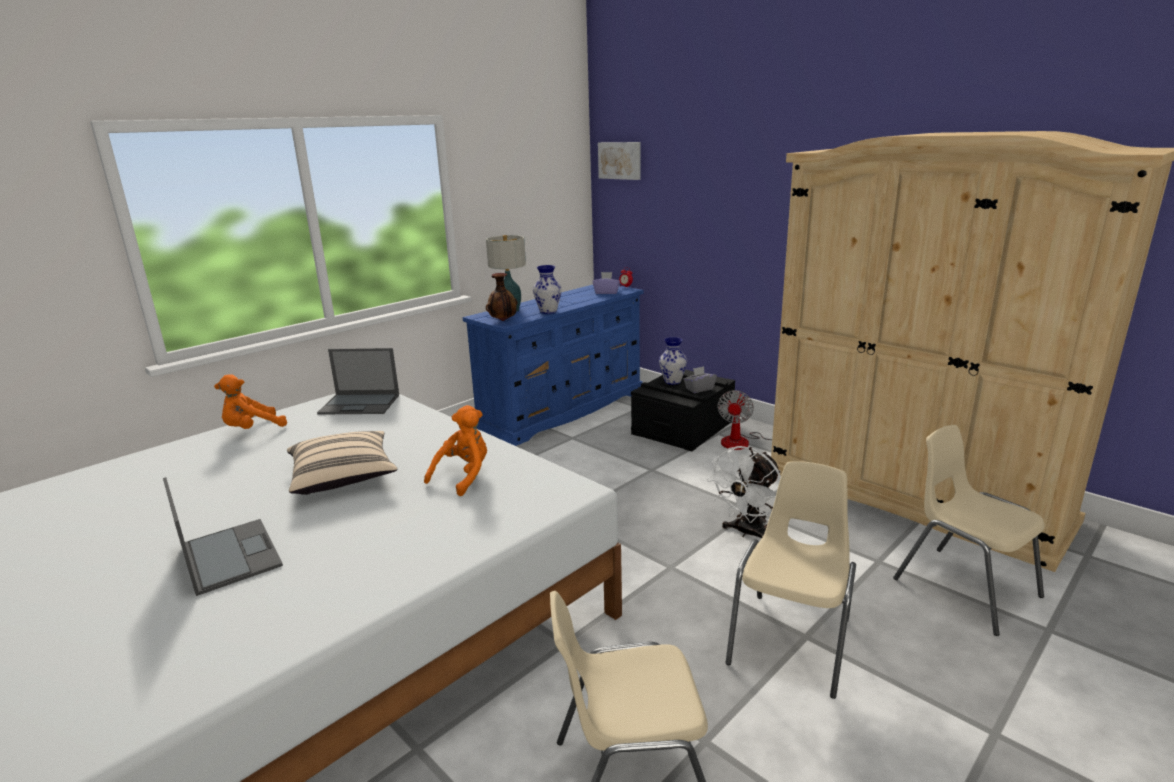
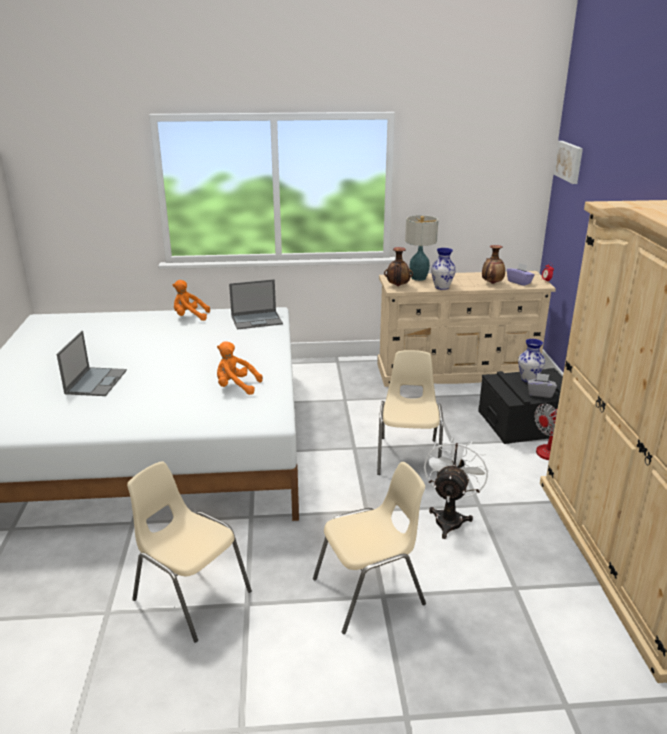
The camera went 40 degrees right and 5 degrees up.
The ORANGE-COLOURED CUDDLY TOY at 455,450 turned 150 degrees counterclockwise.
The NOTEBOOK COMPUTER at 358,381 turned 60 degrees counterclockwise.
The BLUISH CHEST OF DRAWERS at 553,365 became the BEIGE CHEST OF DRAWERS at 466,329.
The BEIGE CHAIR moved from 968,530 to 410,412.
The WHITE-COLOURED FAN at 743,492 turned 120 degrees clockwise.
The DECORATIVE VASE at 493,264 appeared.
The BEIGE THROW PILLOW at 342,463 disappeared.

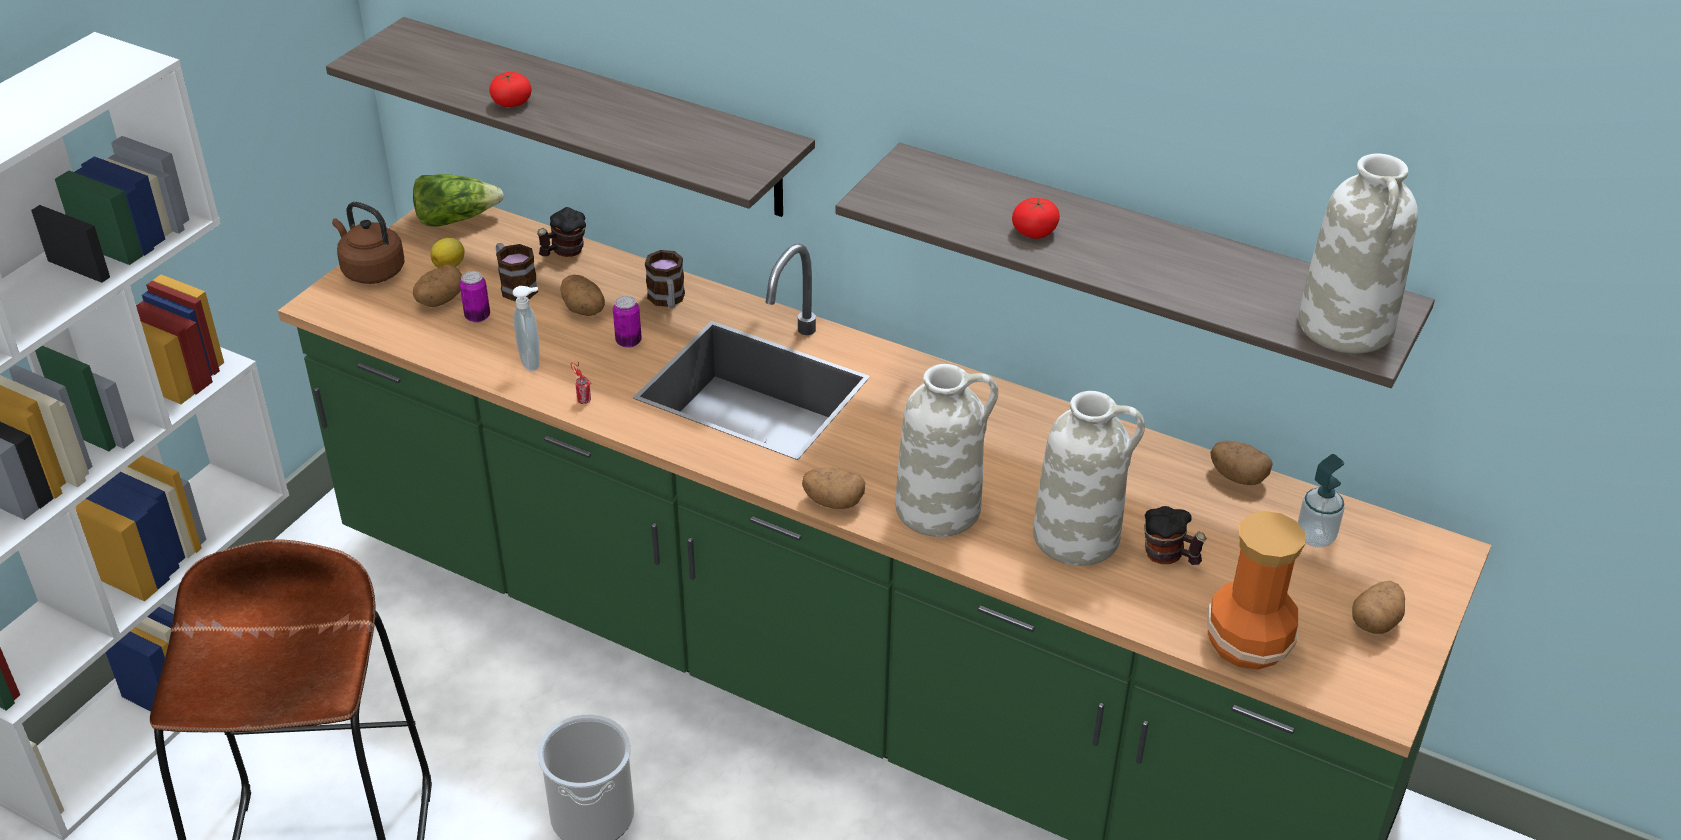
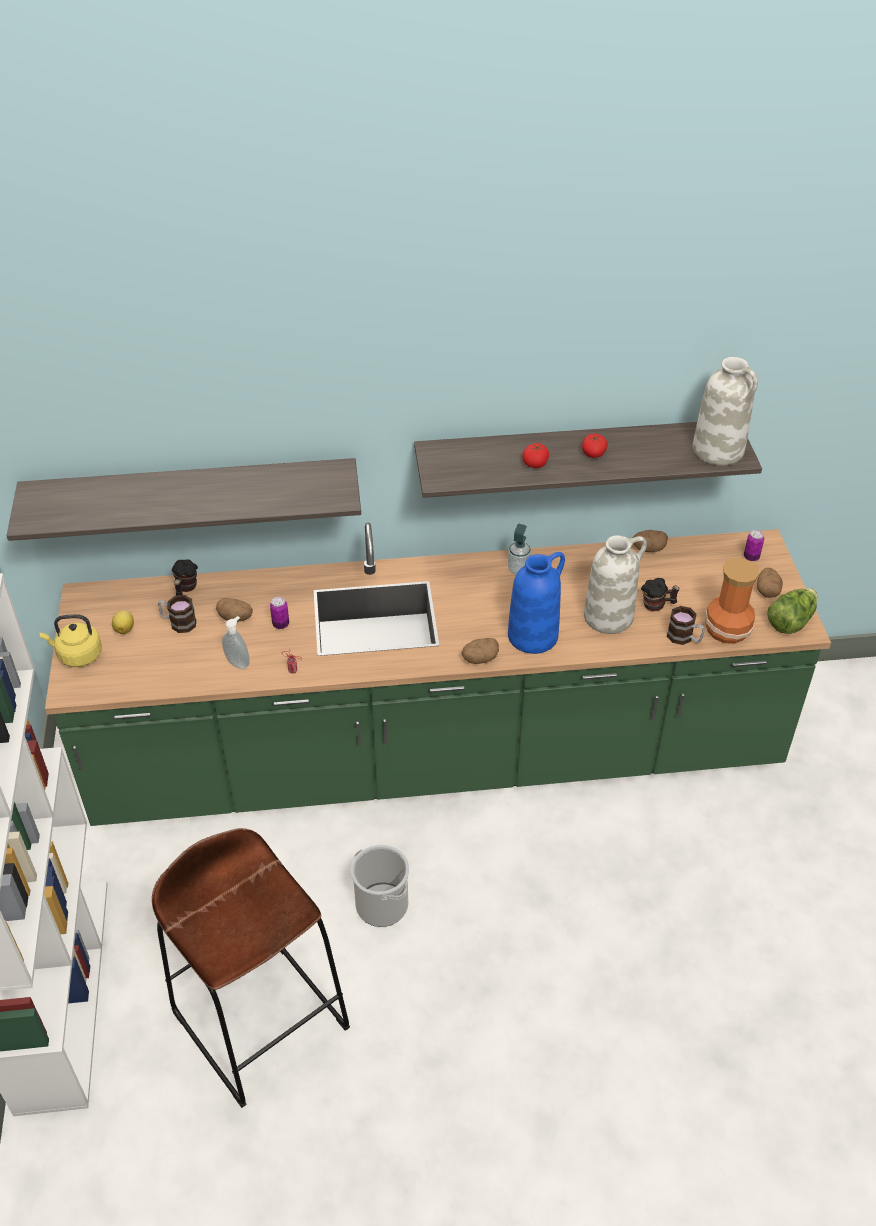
The camera went 35 degrees left and 5 degrees up.
The BROWNISH TEA KETTLE at 368,243 became the YELLOWISH TEA KETTLE at 71,640.
The LIQUID SOAP BOTTLE moved from 1321,500 to 519,549.
The WHITE-COLOURED DECORATIVE VASE at 946,450 became the BLUISH DECORATIVE VASE at 536,603.
The FRESH TOMATO moved from 510,89 to 595,446.
The MUG moved from 665,279 to 686,625.
The METAL CAN moved from 475,297 to 754,545.
The LETTUCE HEAD moved from 458,200 to 792,611.
The WHOLE POTATO at 437,286 disappeared.

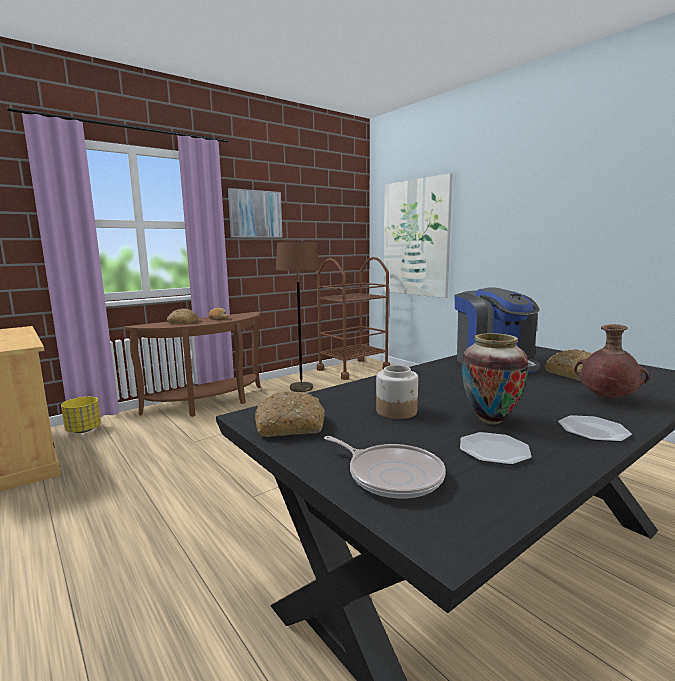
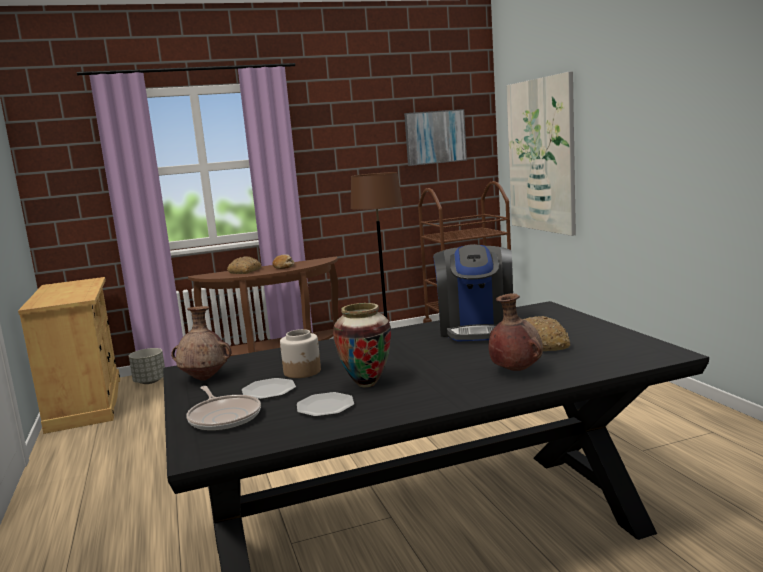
The camera went 20 degrees right and 0 degrees up.
The YELLOWISH PLANTER at 81,415 became the GRAY PLANTER at 147,366.
The BAKERY BREAD at 290,414 was replaced by the BROWNISH DECORATIVE VASE at 201,343.
The DINNER PLATE moved from 595,428 to 269,388.
The WALL PICTURE moved from 255,213 to 435,137.

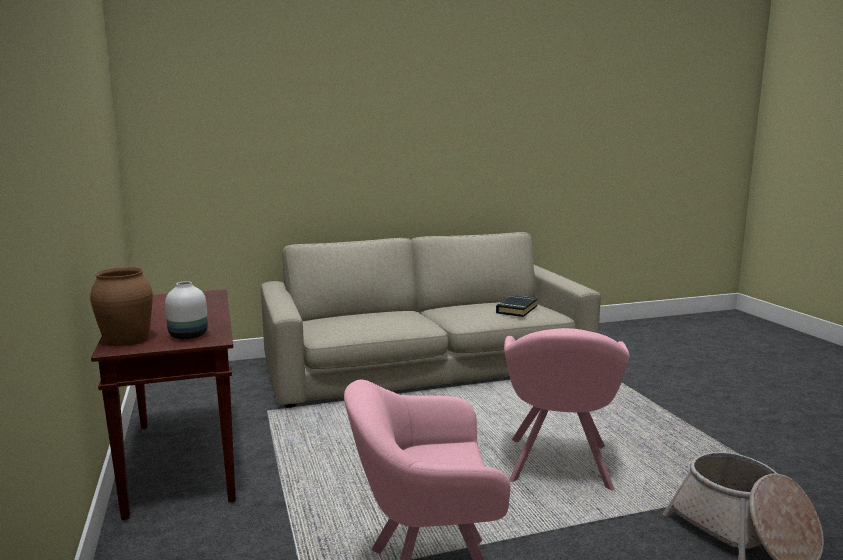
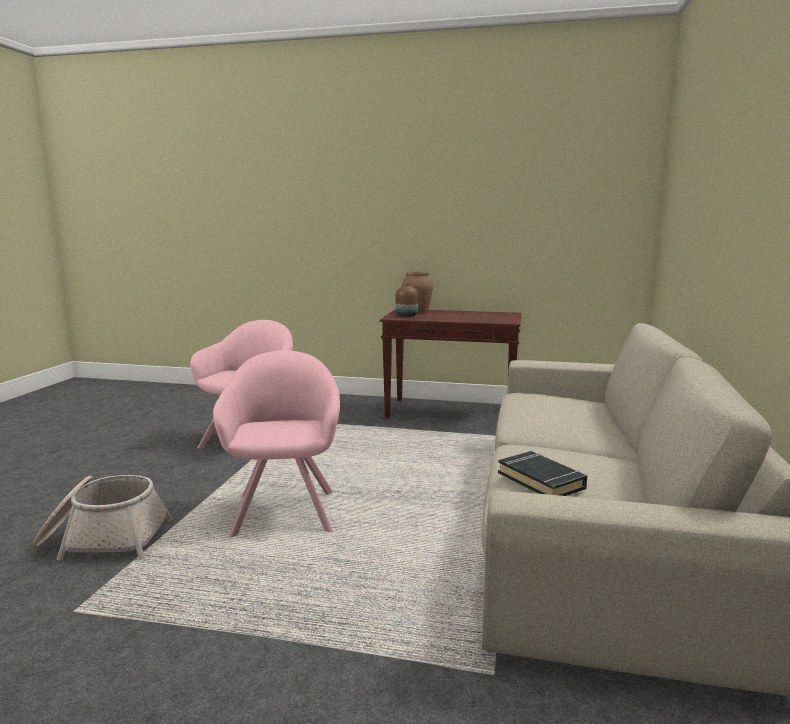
The camera went 120 degrees right and 0 degrees up.
The PINK EASY CHAIR at 567,409 turned 45 degrees clockwise.
The WHITE-COLOURED DECORATIVE VASE at 186,310 became the BROWNISH DECORATIVE VASE at 407,300.

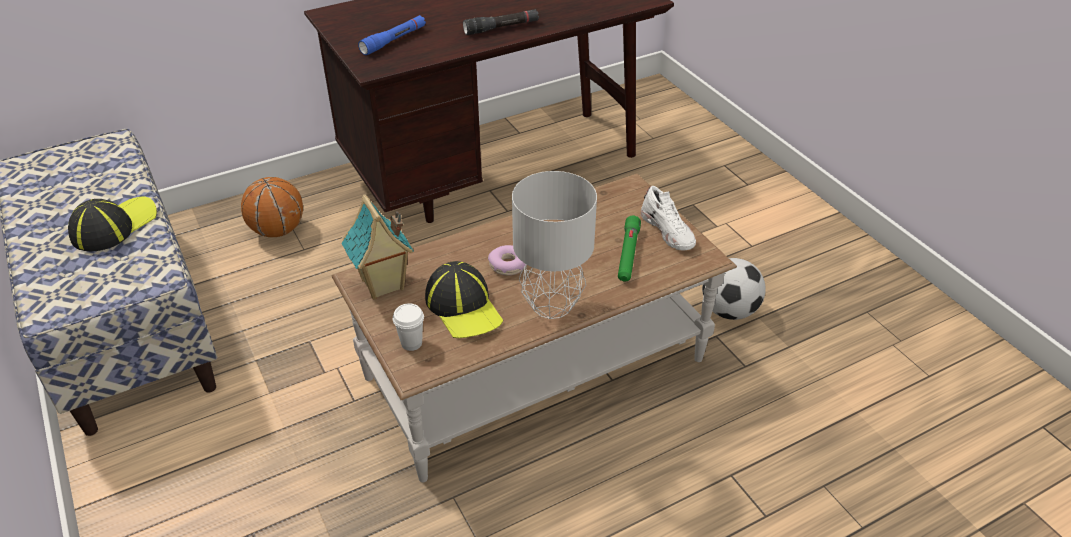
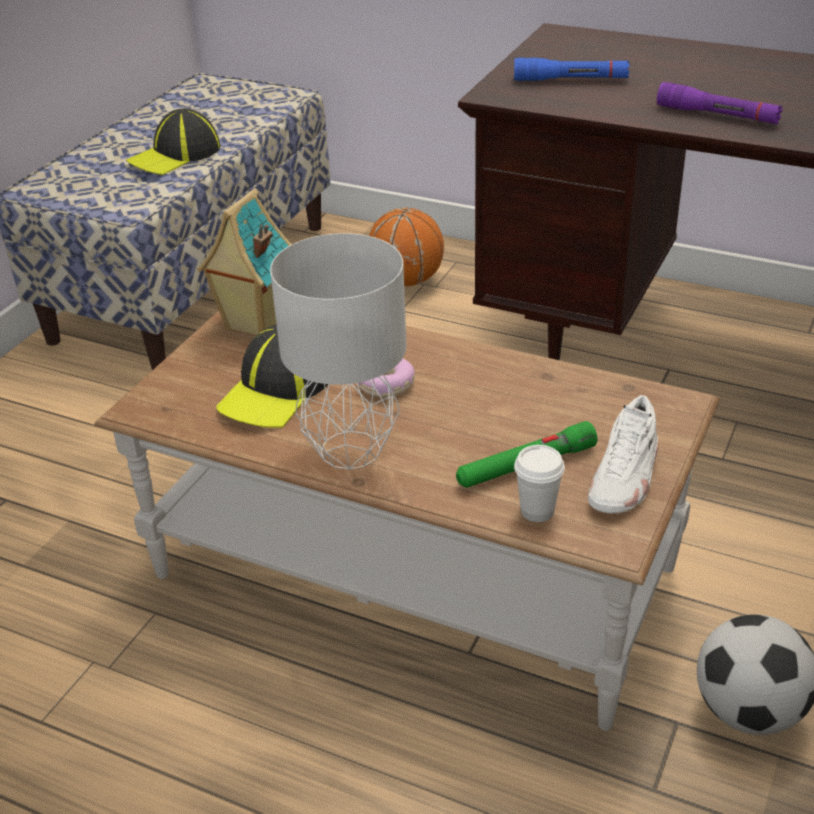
The camera went 55 degrees right and 5 degrees down.
The BASEBALL CAP at 112,223 turned 135 degrees clockwise.
The WHITE-COLOURED DRINKING CUP moved from 408,327 to 539,483.
The BLACKISH HAND TORCH at 501,22 became the PURPLE HAND TORCH at 720,103.

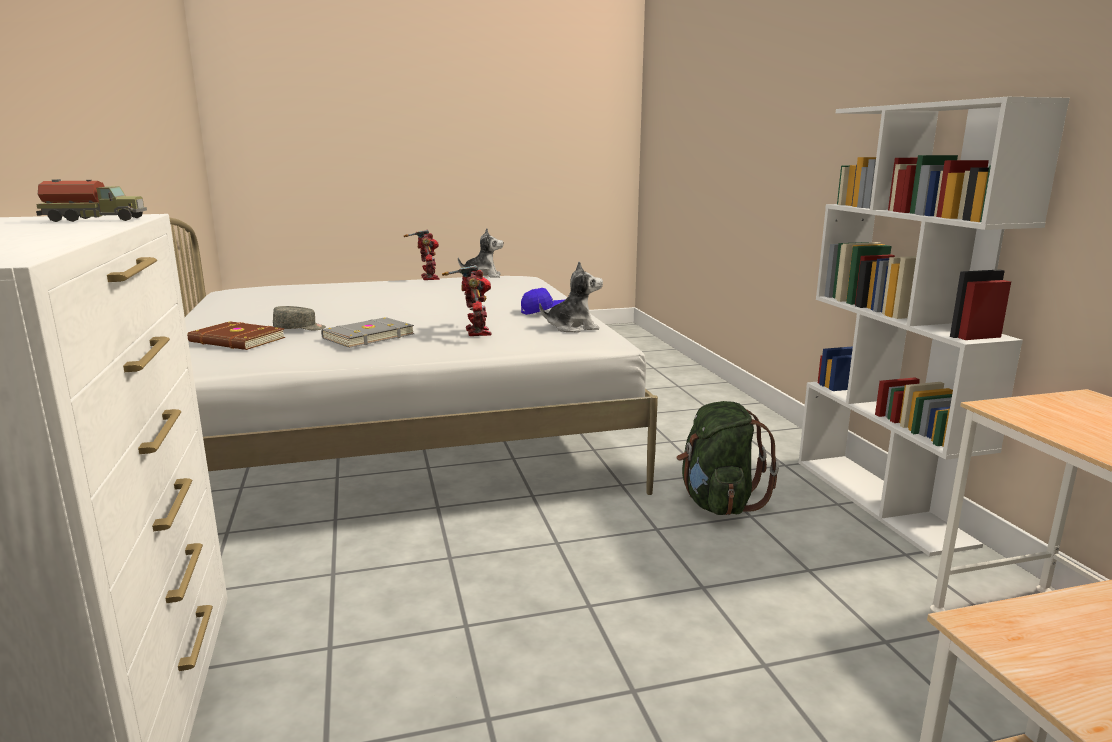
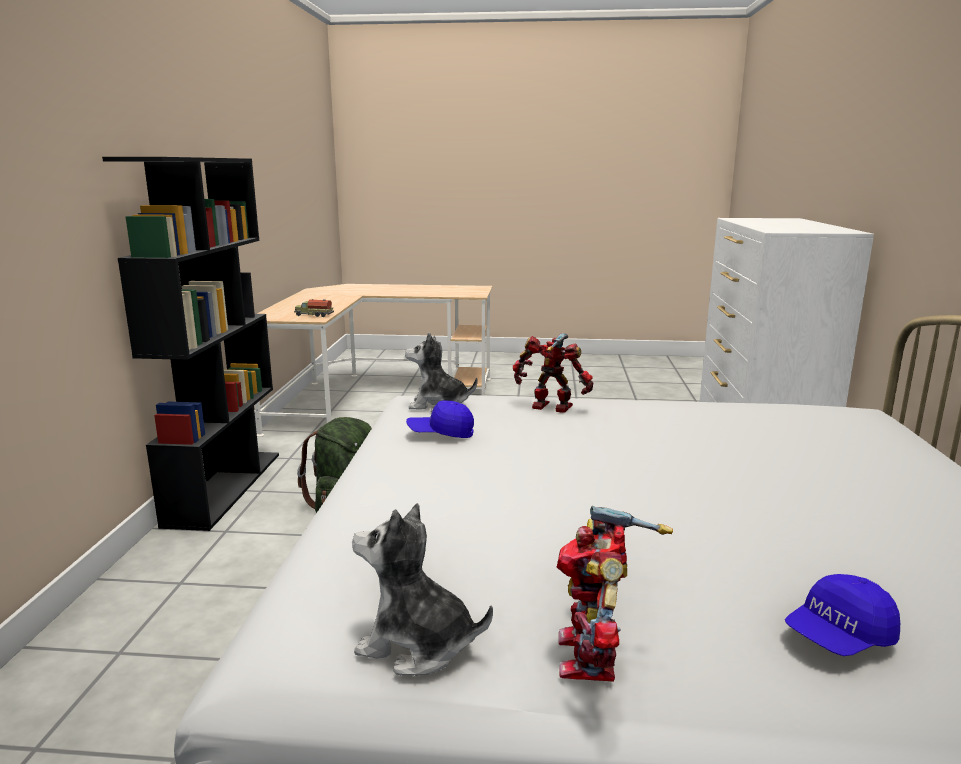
The camera went 160 degrees left and 0 degrees up.
The WHITE-COLOURED BOOKCASE at 934,326 became the BLACKISH BOOKCASE at 190,344.
The TOY TRUCK moved from 91,200 to 314,308.
The ROBOT FIGURE at 467,300 turned 105 degrees clockwise.
The BLUISH BASEBALL CAP at 842,615 appeared.
The BROWNISH BOUND BOOK at 236,335 disappeared.
The GRAY BASEBALL CAP at 299,318 disappeared.
The GRAY BOUND BOOK at 367,332 disappeared.

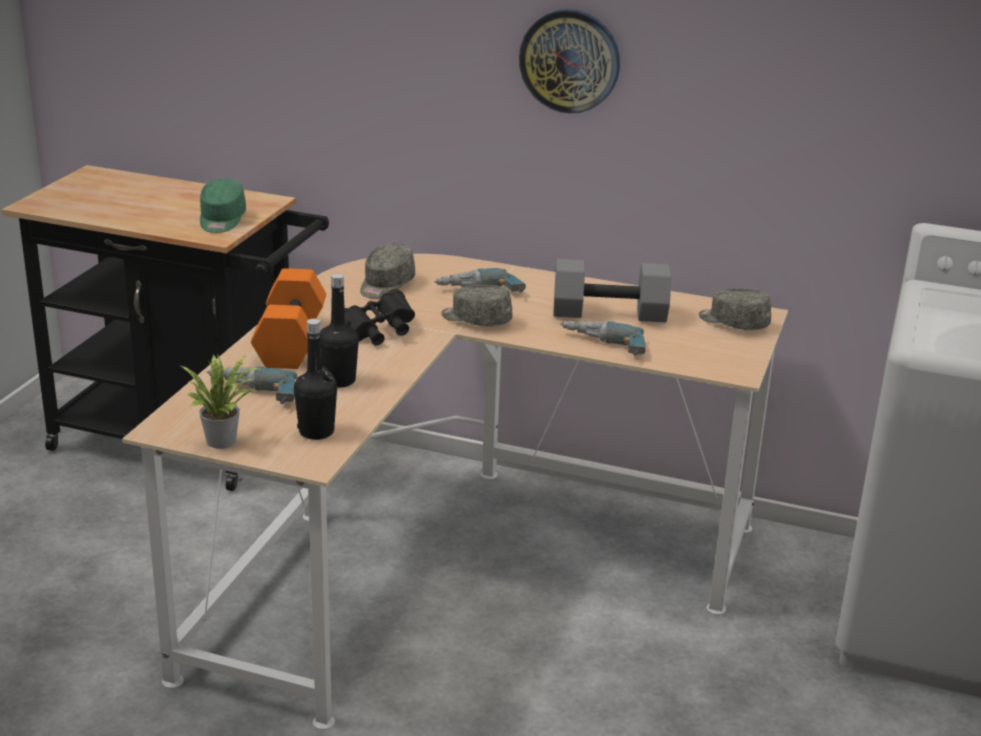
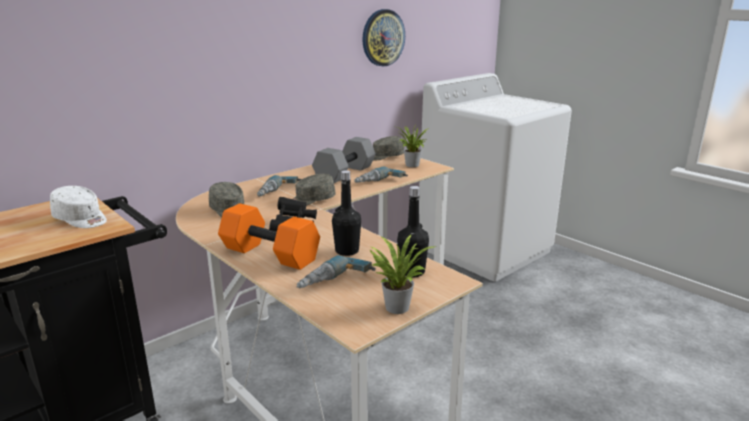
The camera went 60 degrees left and 5 degrees down.
The GREENISH BASEBALL CAP at 223,206 became the WHITE-COLOURED BASEBALL CAP at 78,207.
The HANGING CLOCK moved from 569,61 to 383,38.
The HOUSEPLANT at 413,147 appeared.

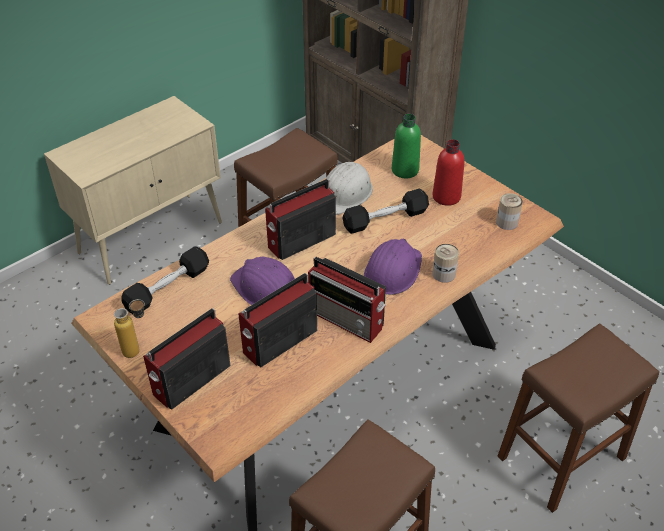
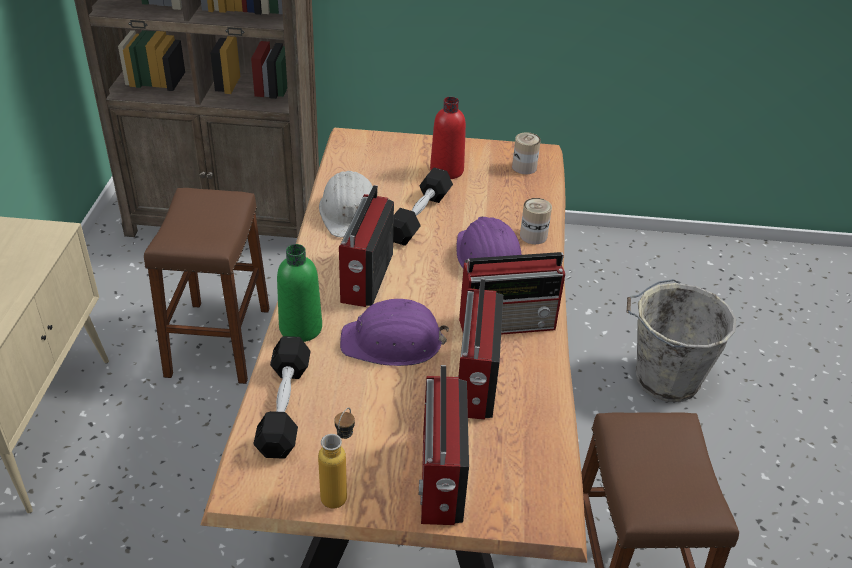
The camera went 45 degrees left and 5 degrees down.
The GREENISH DRINK BOTTLE moved from 406,146 to 299,293.
The BROWNISH STOOL SEAT at 578,418 was replaced by the GRAY PAIL at 681,340.

